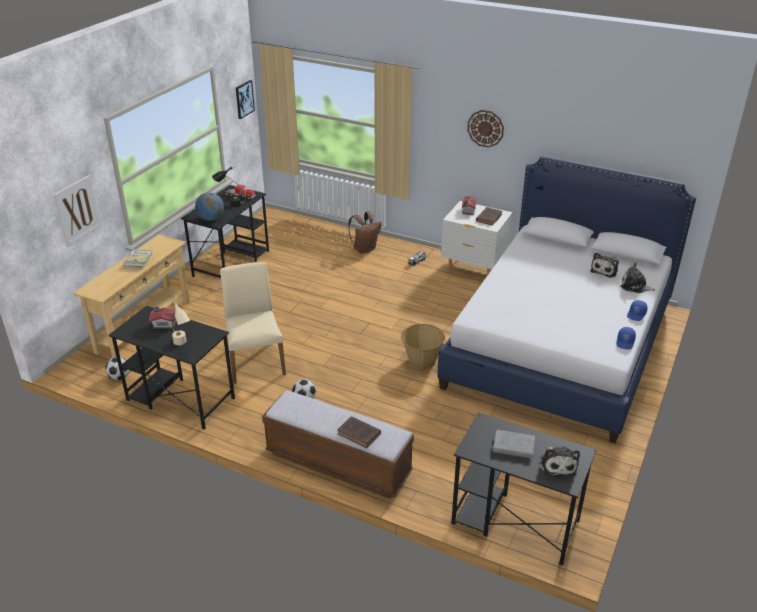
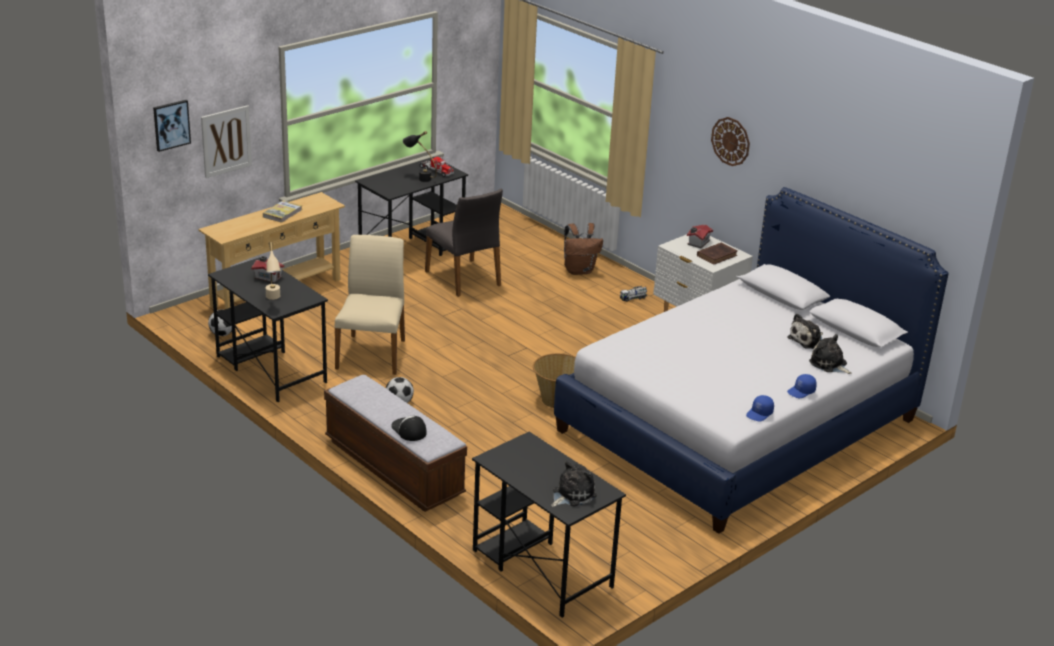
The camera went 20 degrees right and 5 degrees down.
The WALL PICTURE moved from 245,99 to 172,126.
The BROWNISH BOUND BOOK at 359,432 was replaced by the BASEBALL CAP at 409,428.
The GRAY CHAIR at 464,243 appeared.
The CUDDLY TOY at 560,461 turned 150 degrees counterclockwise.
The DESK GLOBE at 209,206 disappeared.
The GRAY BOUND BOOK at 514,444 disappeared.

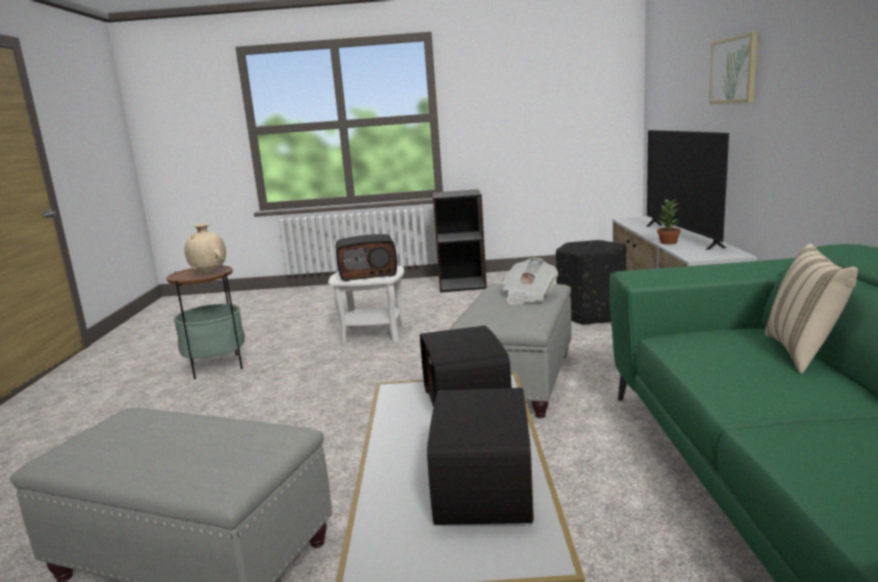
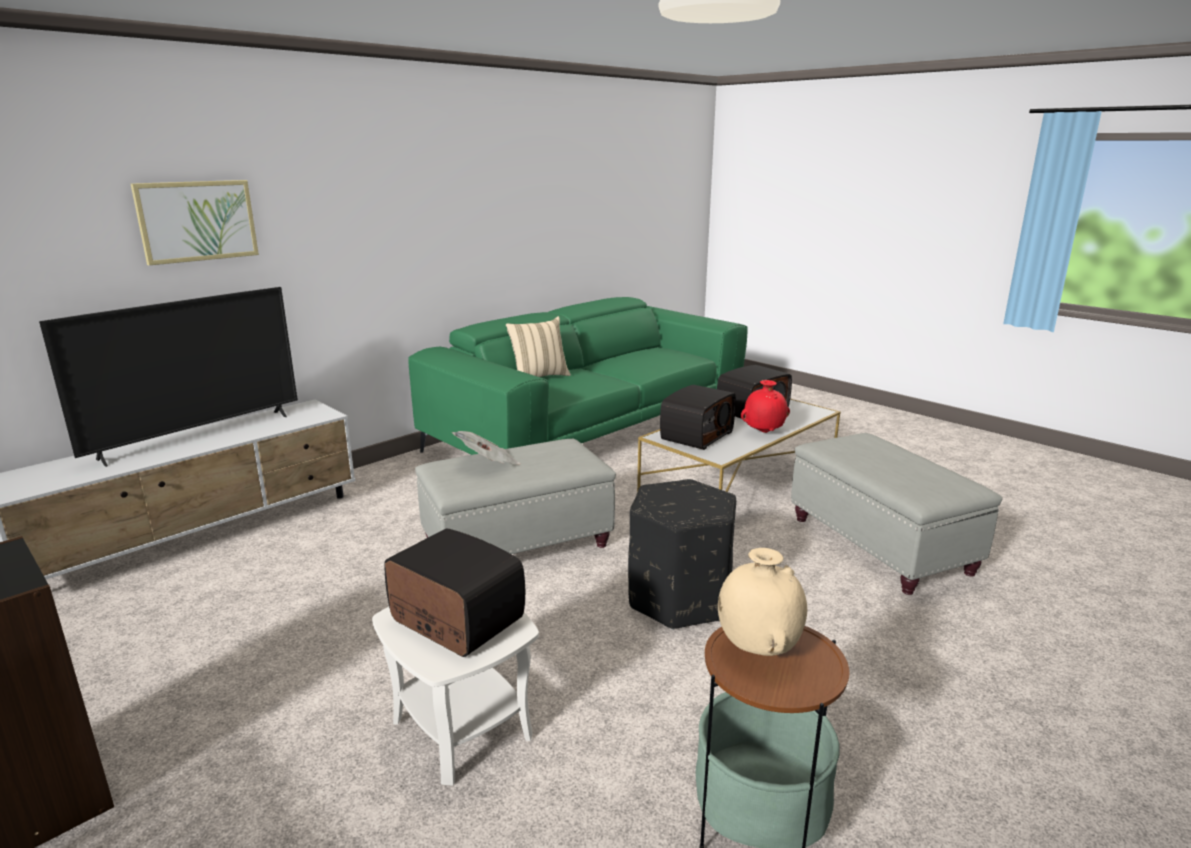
The camera went 135 degrees left and 5 degrees up.
The BLACKISH FOOTREST moved from 591,282 to 682,554.
The REDDISH DECORATIVE VASE at 765,406 appeared.
The HOUSEPLANT at 669,221 disappeared.

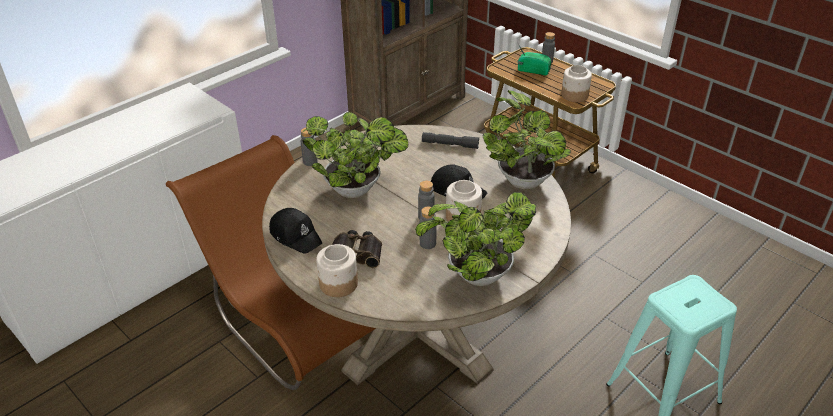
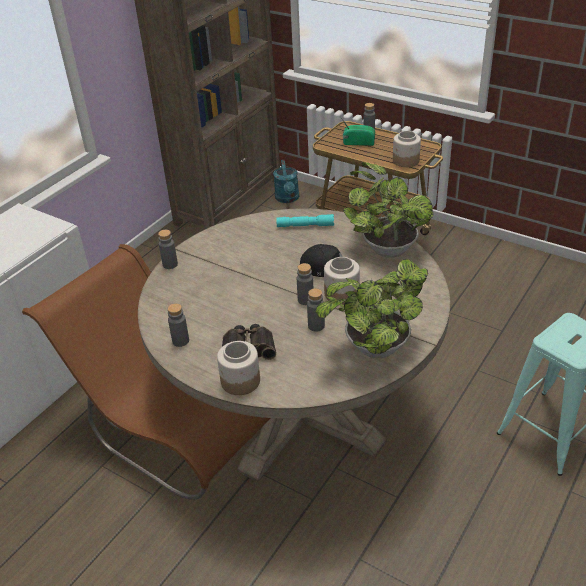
The camera went 10 degrees left and 0 degrees up.
The BLACKISH BASEBALL CAP at 295,231 was replaced by the GRAY DRINK BOTTLE at 178,325.
The BLUE-GREEN WATERING POT at 286,181 appeared.
The GRAY HAND TORCH at 450,140 became the BLUE-GREEN HAND TORCH at 305,220.
The HOUSEPLANT at 355,155 disappeared.

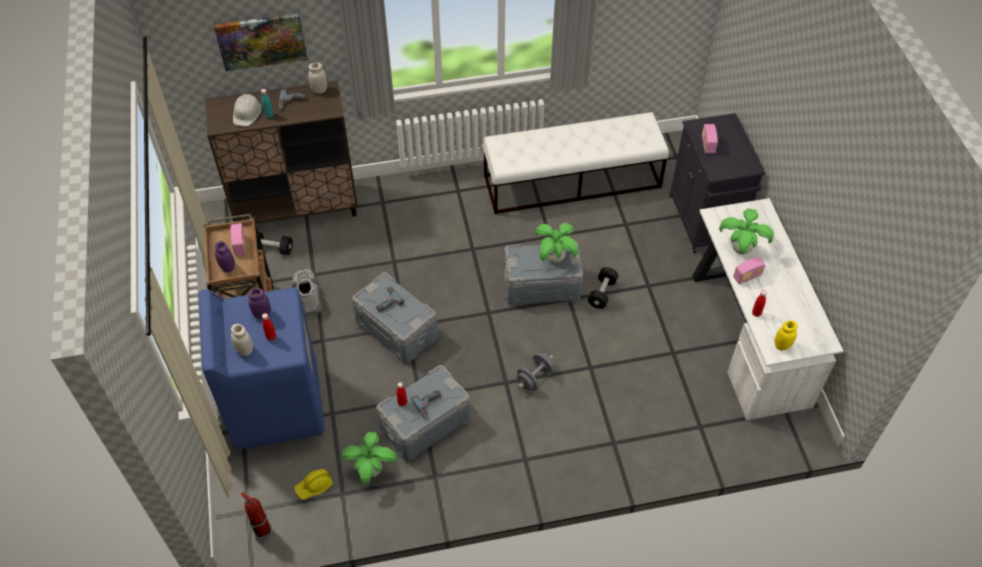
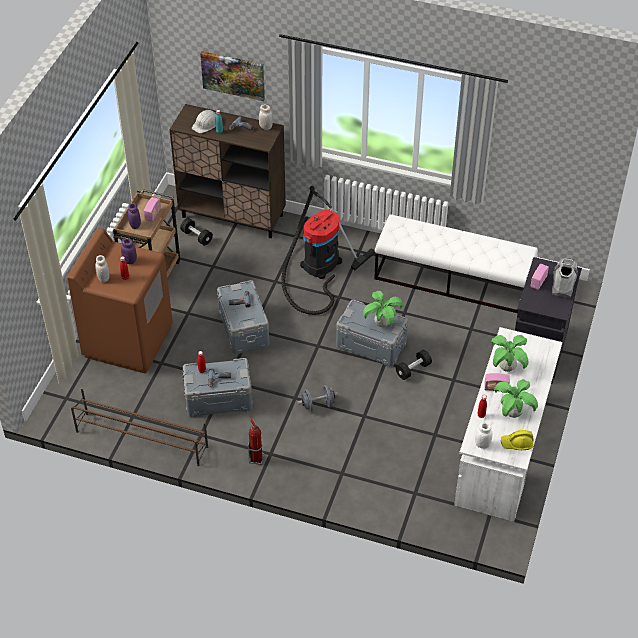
The camera went 30 degrees right and 5 degrees down.
The BLUISH LAUNDRY MACHINE at 261,369 became the BROWNISH LAUNDRY MACHINE at 120,300.
The BROWNISH SHOE STAND at 139,427 appeared.
The FIRE-FIGHTING CYLINDER moved from 257,516 to 256,441.
The VACUUM CLEANER at 328,250 appeared.
The YELLOWISH PRESERVE JAR at 786,335 became the WHITE-COLOURED PRESERVE JAR at 483,436.
The HOUSEPLANT moved from 369,458 to 516,398.
The YELLOWISH HARD HAT moved from 313,484 to 517,440.
The GRAY TALL BOOT moved from 306,292 to 565,278.

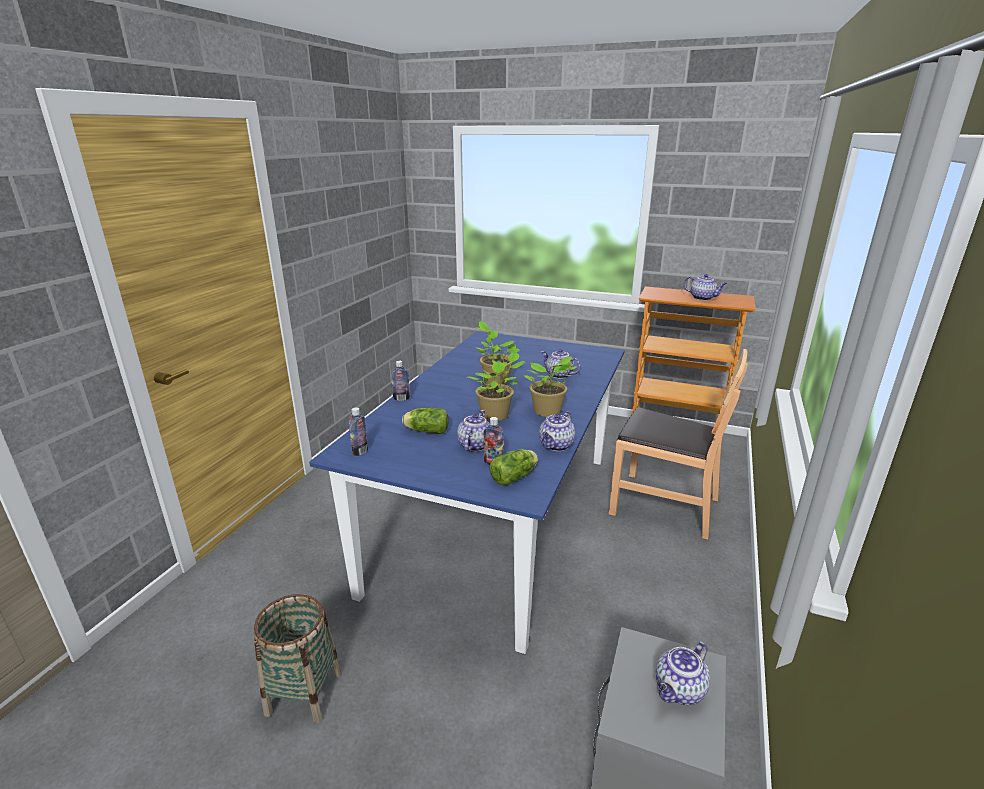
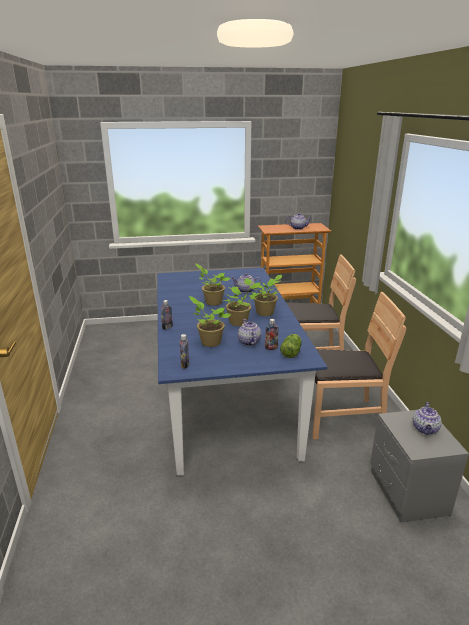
The camera went 30 degrees left and 0 degrees up.
The LETTUCE HEAD at 425,421 was replaced by the HOUSEPLANT at 210,321.
The BROWNISH CHAIR at 359,366 appeared.
The HOUSEHOLD BASKET at 298,659 disappeared.
The POT FOR TEA at 557,431 disappeared.

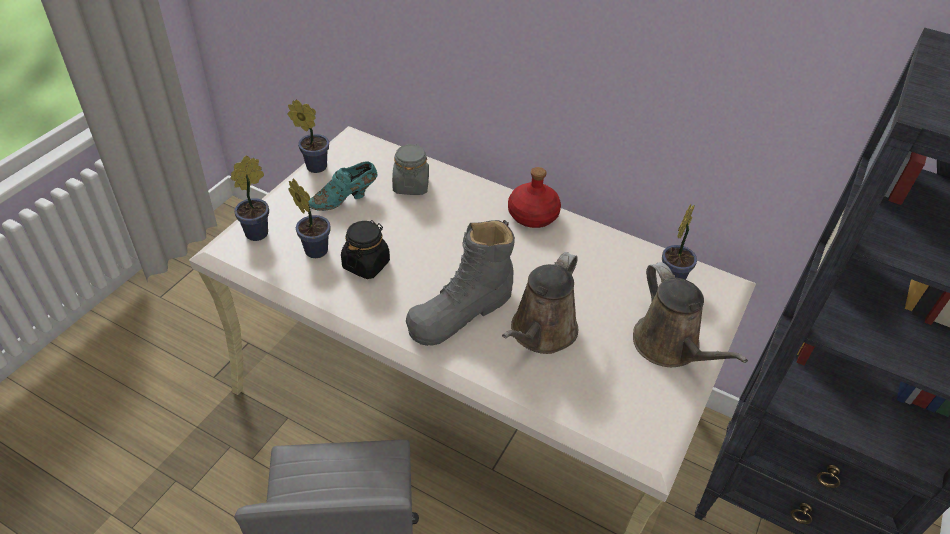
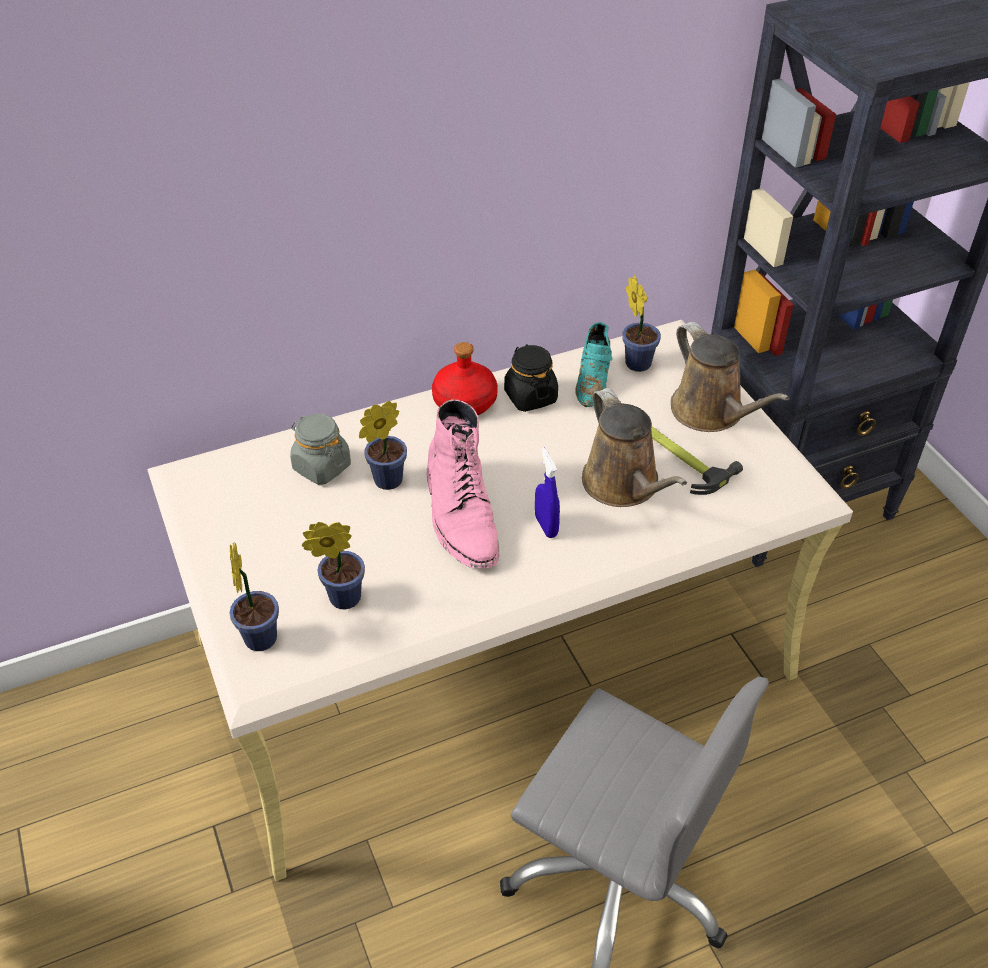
The camera went 50 degrees left and 0 degrees up.
The HOUSEPLANT moved from 308,136 to 383,445.
The PINK TALL BOOT at 463,483 appeared.
The BLACKISH PRESERVE JAR moved from 365,249 to 531,378.
The GRAY TALL BOOT at 460,283 was replaced by the BLUISH HAND SPRAYER at 547,492.
The BLUE-GREEN ITEM OF FOOTWEAR moved from 343,186 to 594,364.
The HAND HAMMER at 697,460 appeared.
The BROWNISH WATERING POT at 690,314 turned 45 degrees clockwise.

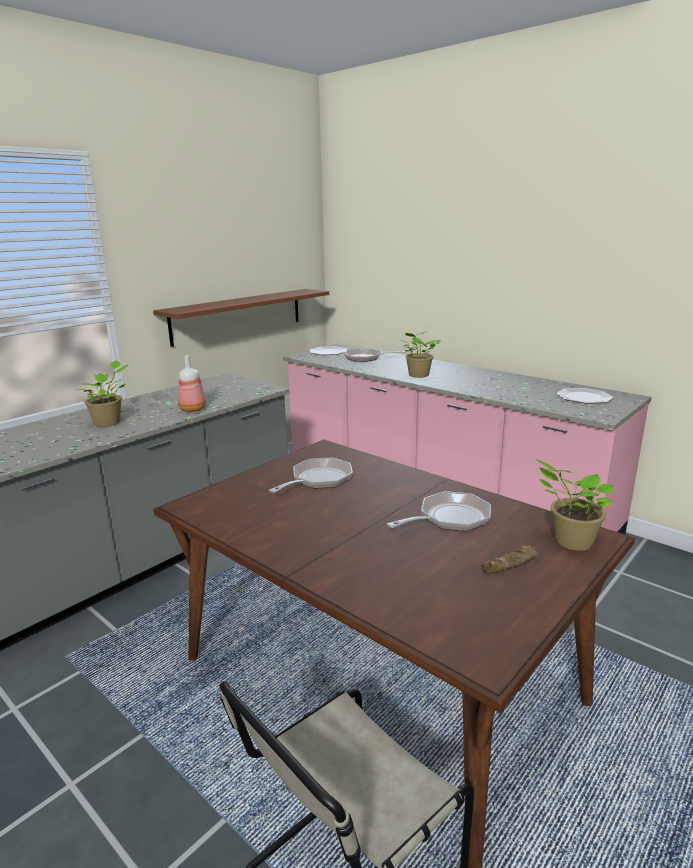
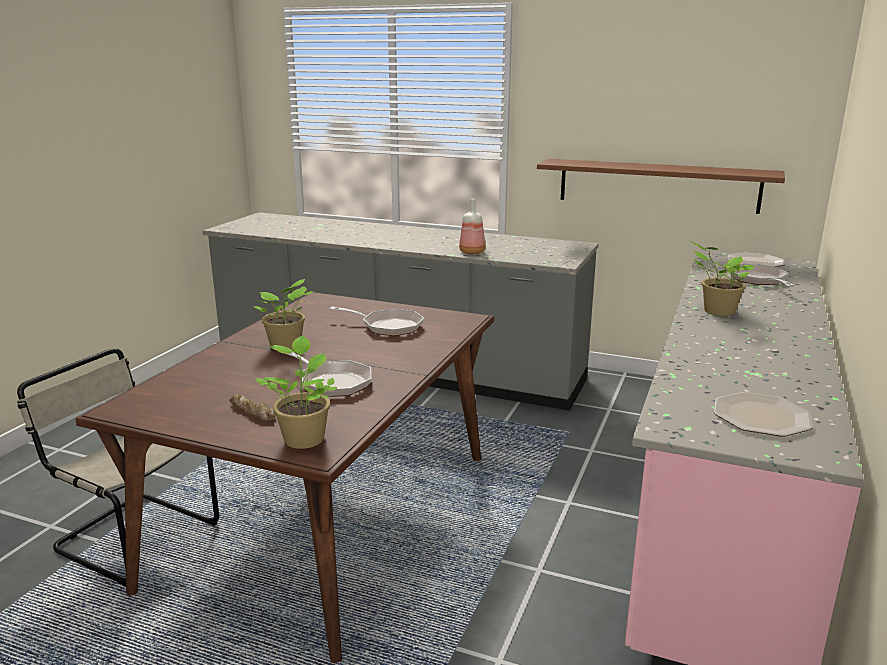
The camera went 70 degrees right and 0 degrees up.
The HOUSEPLANT moved from 101,394 to 283,314.

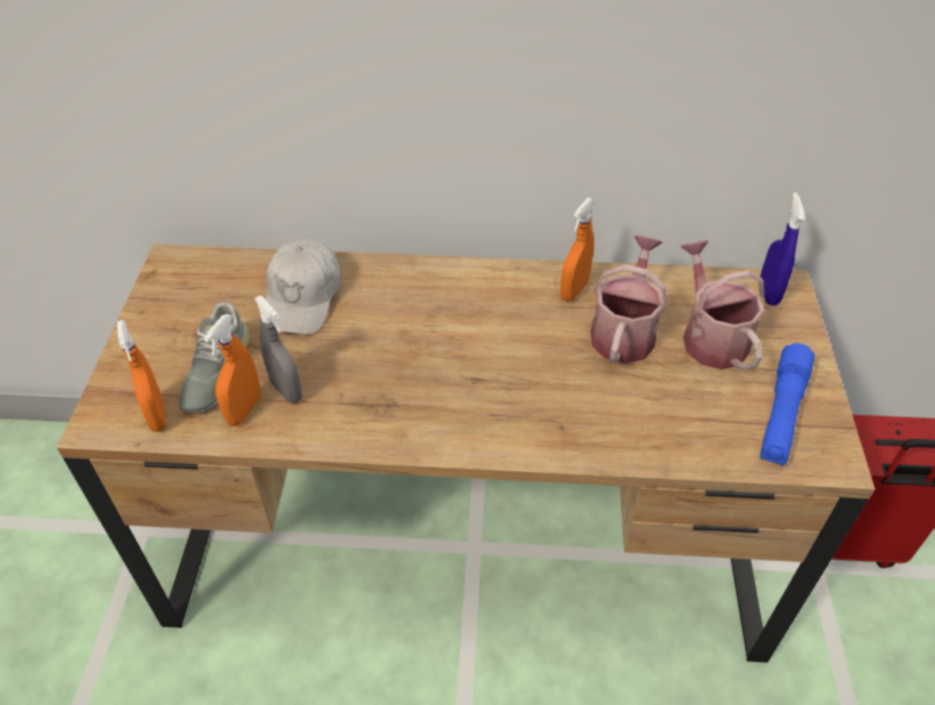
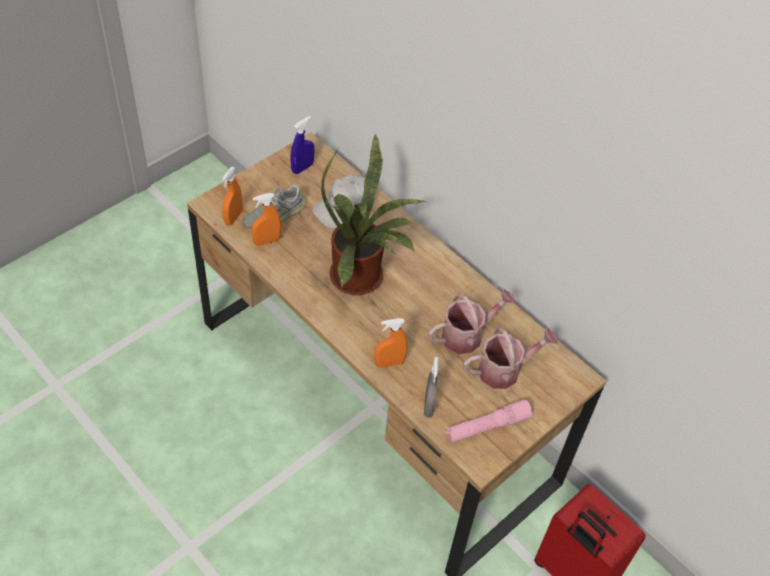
The camera went 40 degrees right and 5 degrees up.
The BLUISH HAND SPRAYER moved from 782,249 to 302,145.
The HOUSEPLANT at 374,214 appeared.
The ORANGE-COLOURED HAND SPRAYER moved from 577,249 to 391,343.
The GRAY HAND SPRAYER moved from 278,349 to 431,387.
The BLUISH HAND TORCH at 787,404 became the PINK HAND TORCH at 489,421.
The WATERING POT at 722,305 turned 45 degrees clockwise.

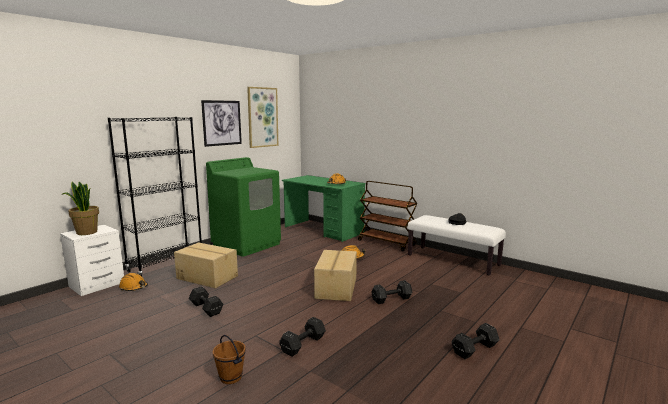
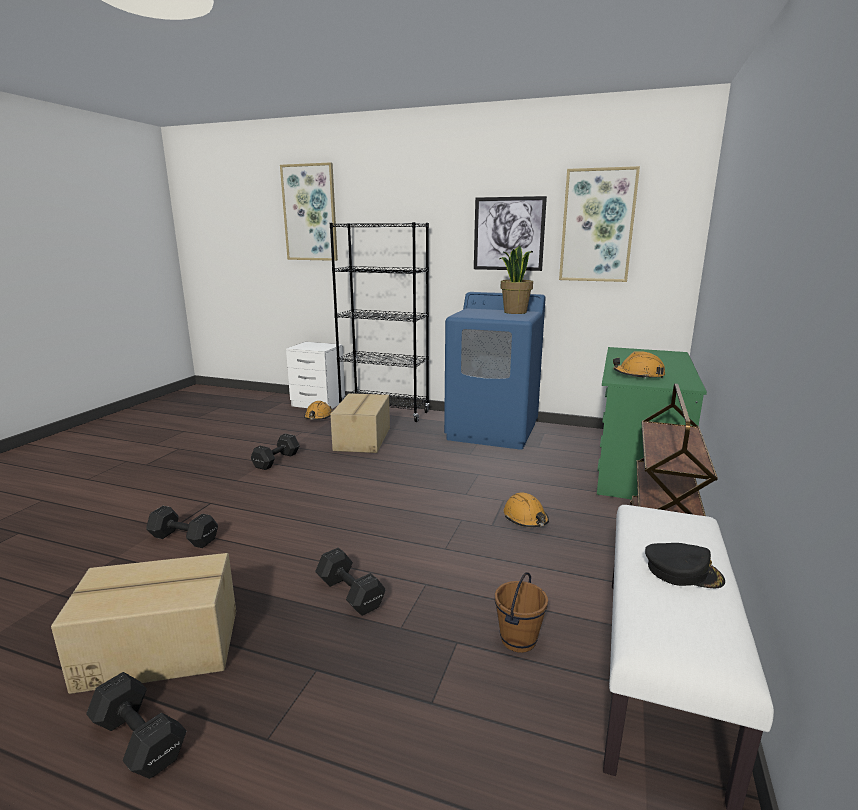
The camera went 70 degrees right and 5 degrees up.
The CARDBOARD BOX moved from 335,275 to 143,623.
The WALL PICTURE at 309,211 appeared.
The GREENISH LAUNDRY MACHINE at 243,207 became the BLUISH LAUNDRY MACHINE at 495,371.
The BROWNISH PAIL moved from 229,359 to 521,612.
The HOUSEPLANT moved from 80,208 to 516,280.

